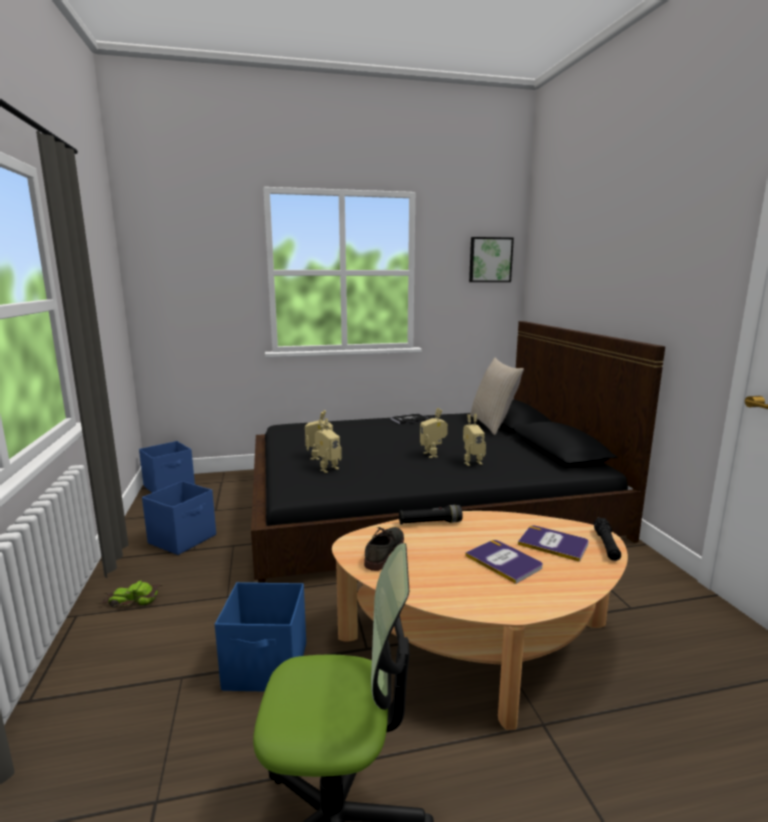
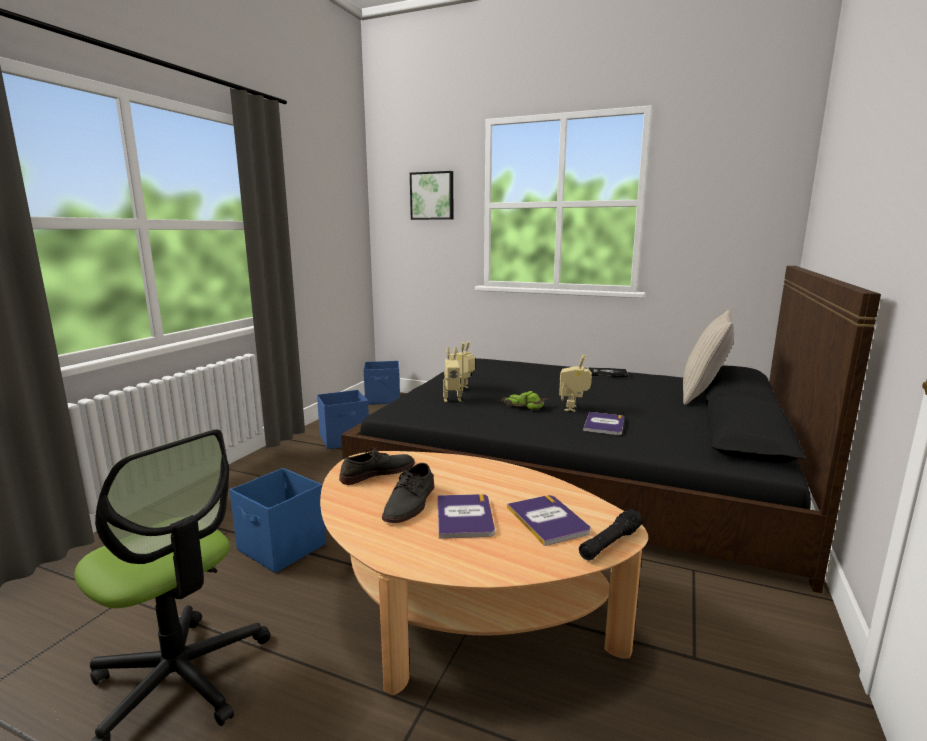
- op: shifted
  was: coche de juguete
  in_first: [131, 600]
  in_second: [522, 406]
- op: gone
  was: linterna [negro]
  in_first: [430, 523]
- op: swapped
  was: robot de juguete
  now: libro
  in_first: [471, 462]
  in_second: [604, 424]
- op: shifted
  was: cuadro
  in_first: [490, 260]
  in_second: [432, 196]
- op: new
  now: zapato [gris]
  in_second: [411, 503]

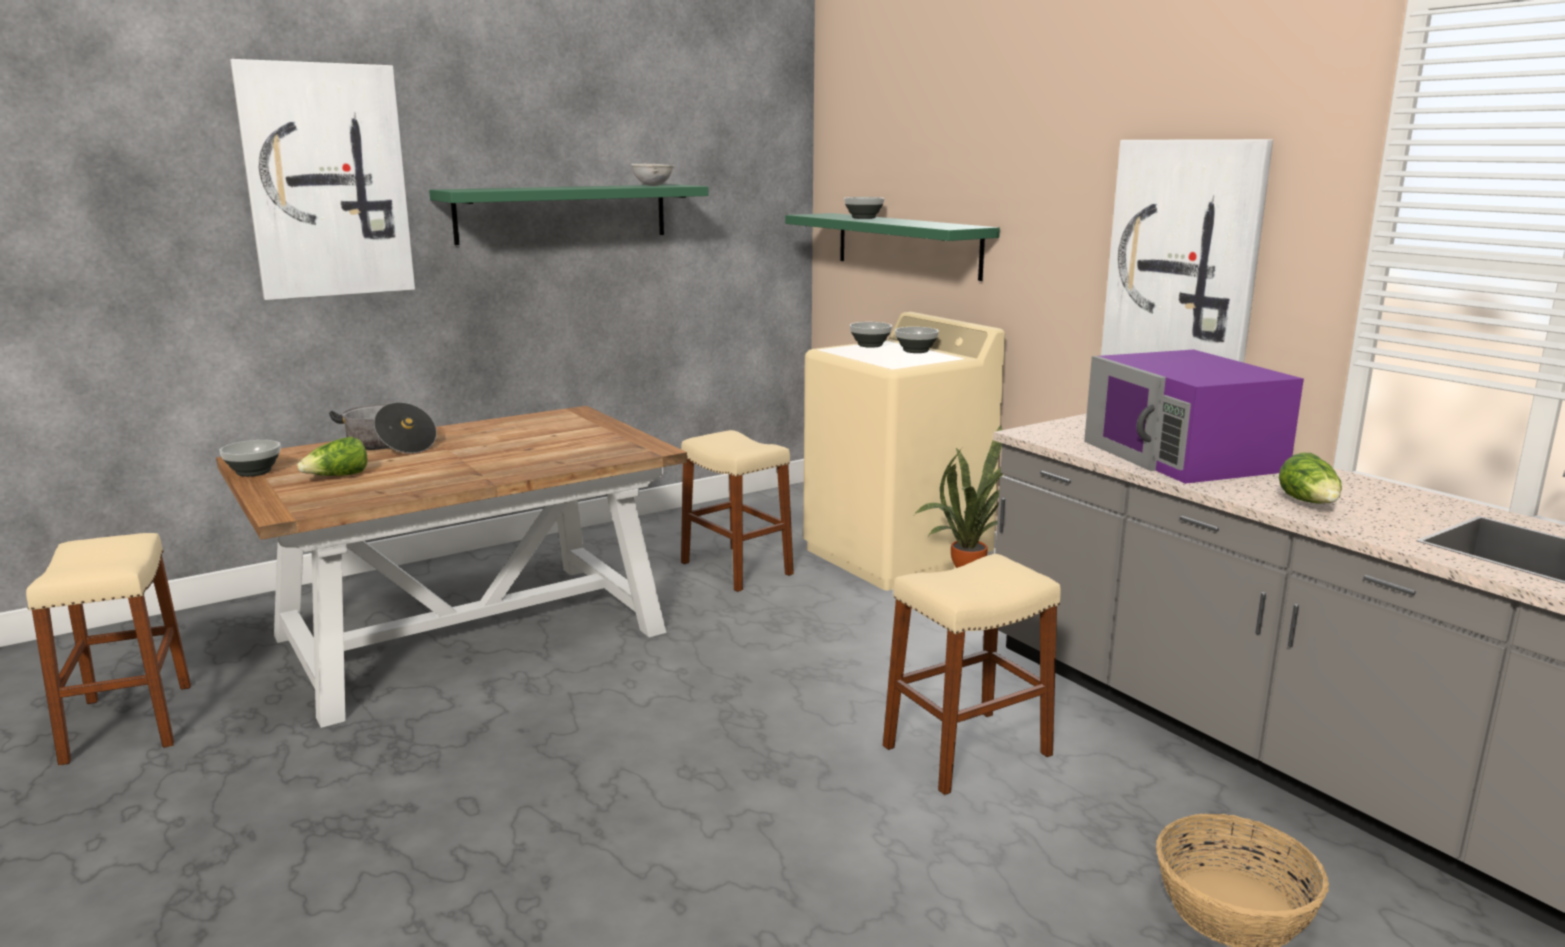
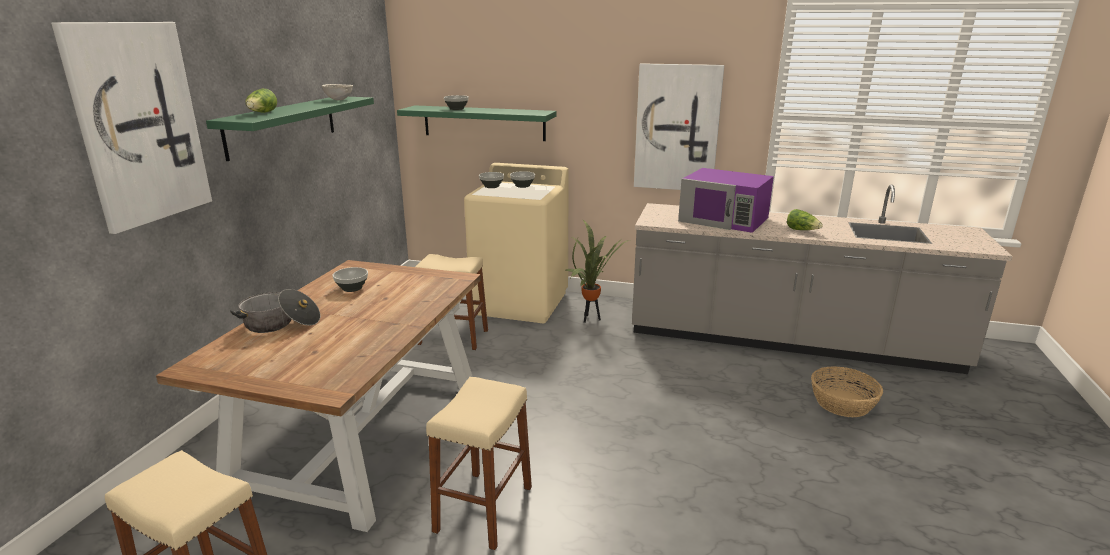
- op: shifted
  was: cuenco
  in_first: [254, 472]
  in_second: [352, 288]
- op: shifted
  was: lechuga
  in_first: [337, 477]
  in_second: [262, 113]
- op: shifted
  was: taburete [beis]
  in_first: [967, 751]
  in_second: [484, 509]

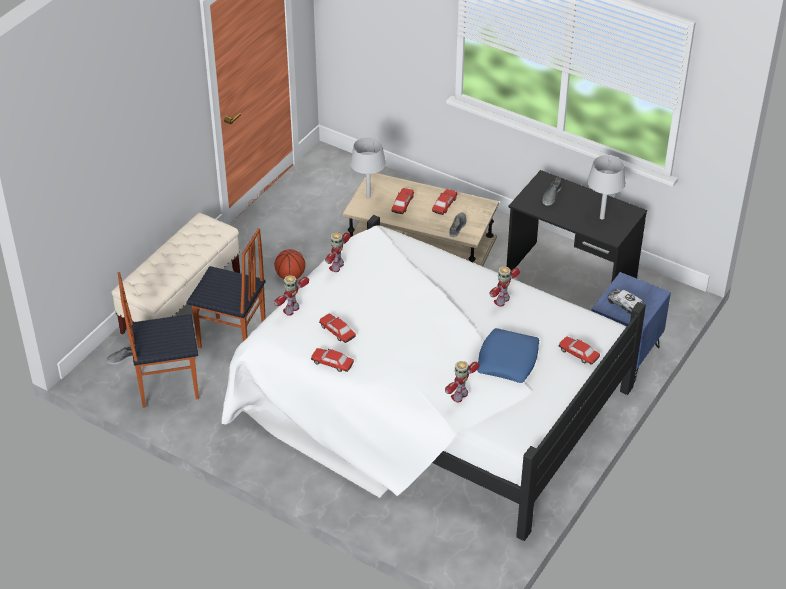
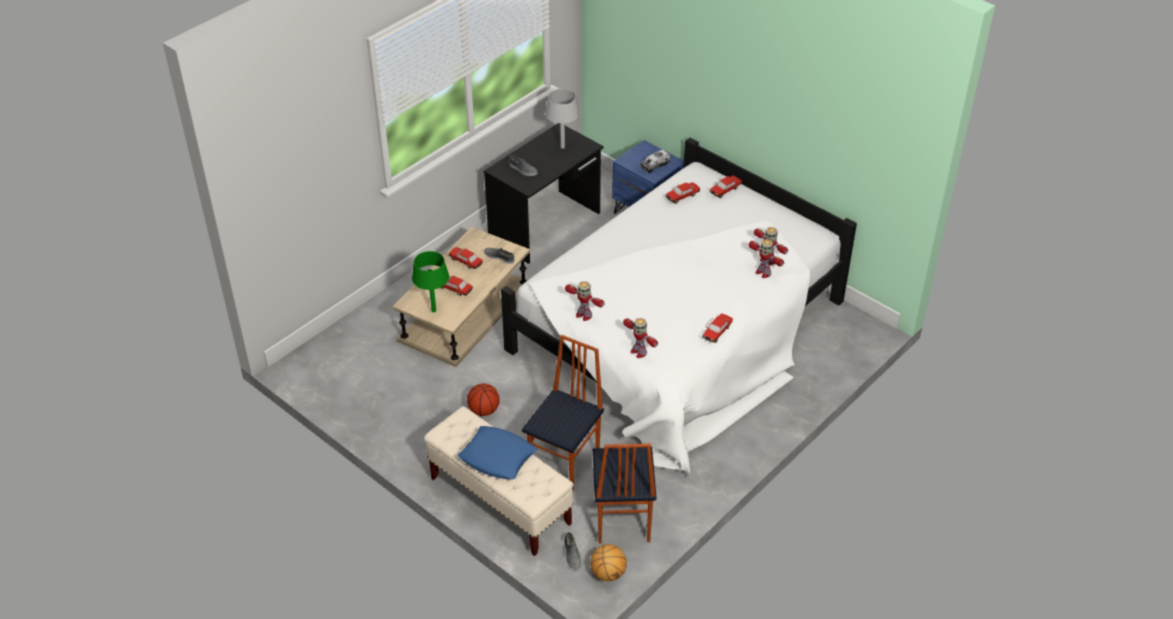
- op: shifted
  was: coche de juguete
  in_first: [337, 332]
  in_second: [682, 196]
- op: repainted
  was: lámpara de mesa [gris]
  now: lámpara de mesa [verde]
  in_first: [368, 197]
  in_second: [434, 310]
- op: shifted
  was: cojín [azul]
  in_first: [508, 360]
  in_second: [497, 457]
- op: shifted
  was: robot de juguete
  in_first: [502, 300]
  in_second: [763, 272]
- op: new
  now: balón de baloncesto
  in_second: [608, 573]

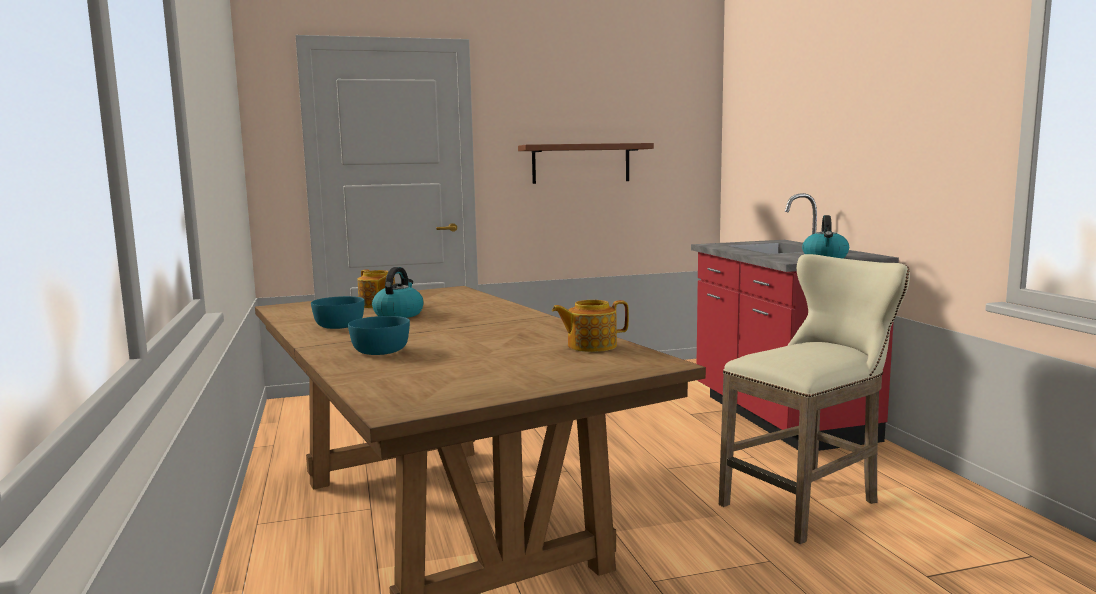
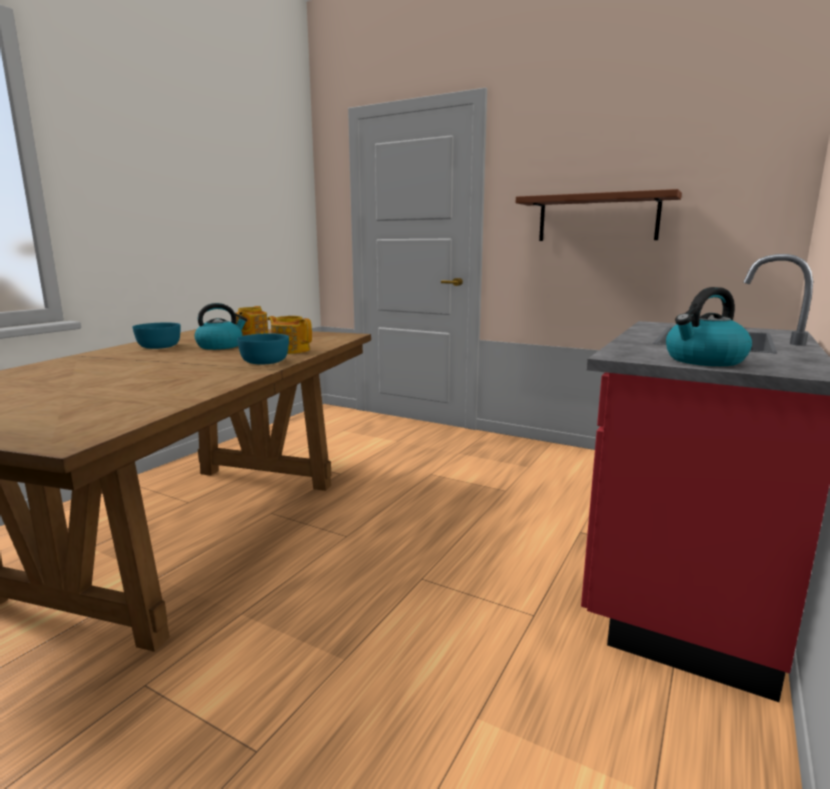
- op: shifted
  was: cuenco [turquesa]
  in_first: [379, 351]
  in_second: [264, 361]
- op: shifted
  was: tetera
  in_first: [590, 346]
  in_second: [290, 350]
- op: gone
  was: taburete [beis]
  in_first: [809, 503]

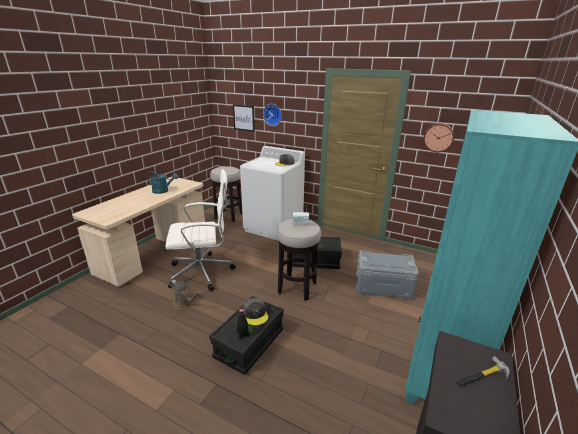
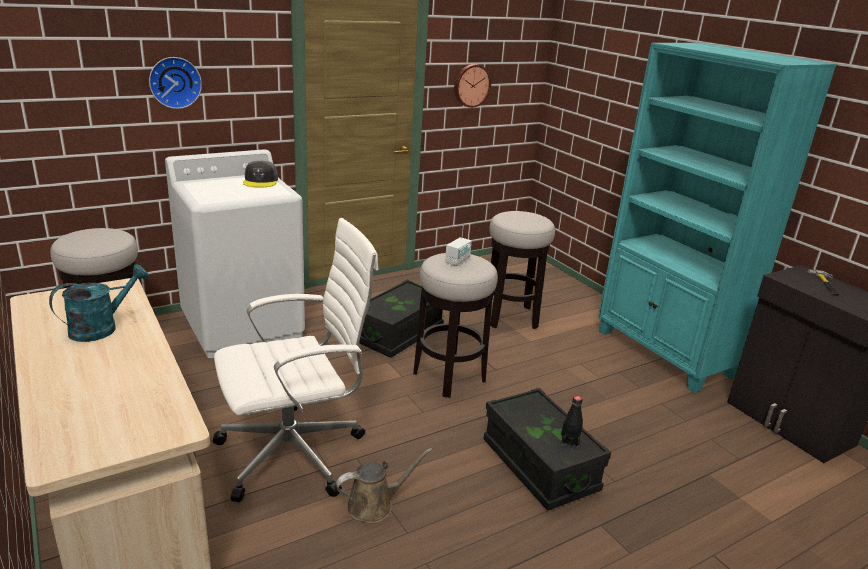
- op: rotated
  was: silla de oficina [blanco]
  in_first: [203, 272]
  in_second: [295, 453]
  clockwise: 45
- op: gone
  was: cuadro
  in_first: [244, 118]
- op: gone
  was: gorra [gris]
  in_first: [255, 314]
- op: swapped
  was: caja de almacenaje [gris]
  now: taburete
  in_first: [383, 287]
  in_second: [511, 317]

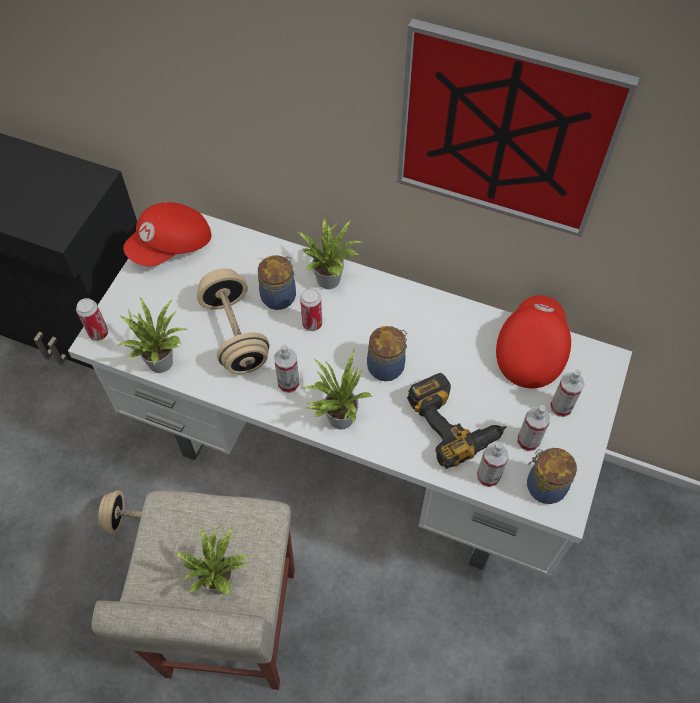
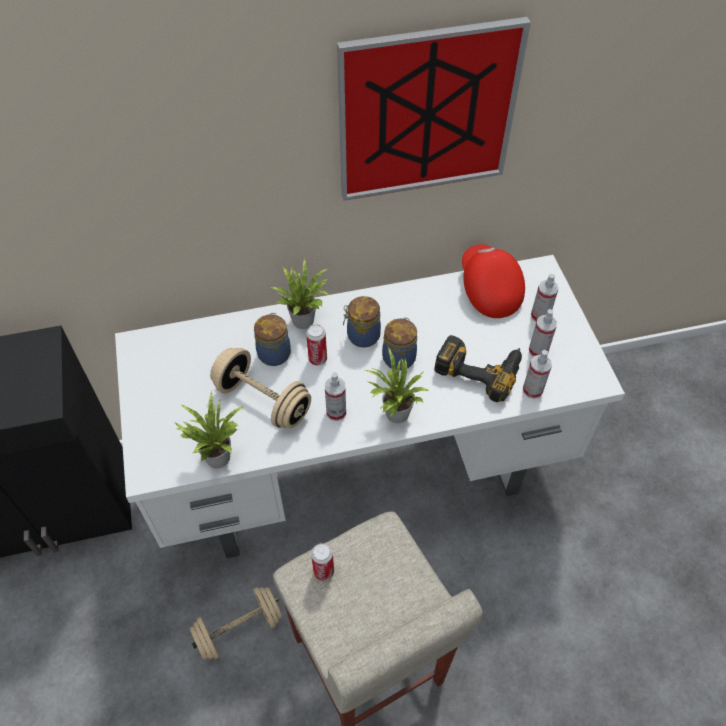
- op: shifted
  was: lata
  in_first: [98, 333]
  in_second: [323, 571]
- op: gone
  was: gorra [rojo]
  in_first: [172, 246]
- op: gone
  was: planta en maceta
  in_first: [221, 578]
- op: shifted
  was: tarro
  in_first: [544, 485]
  in_second: [362, 336]

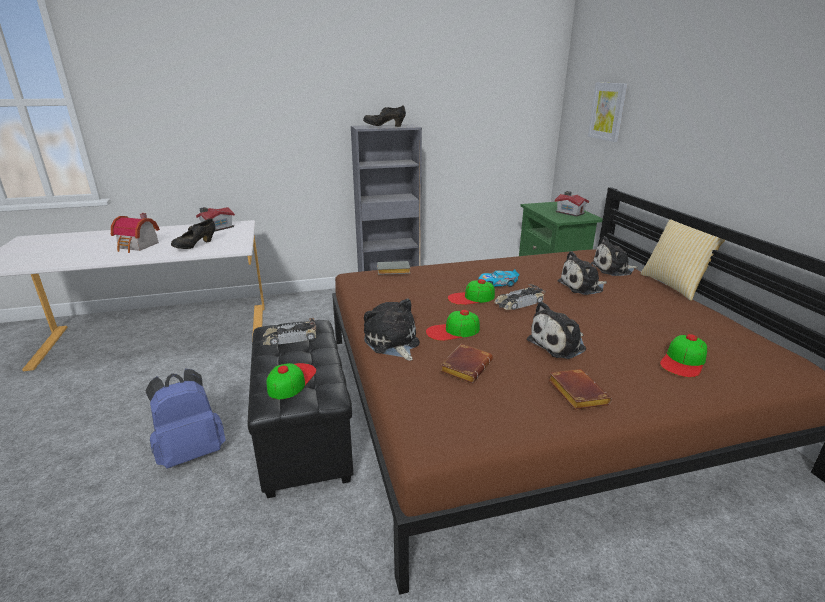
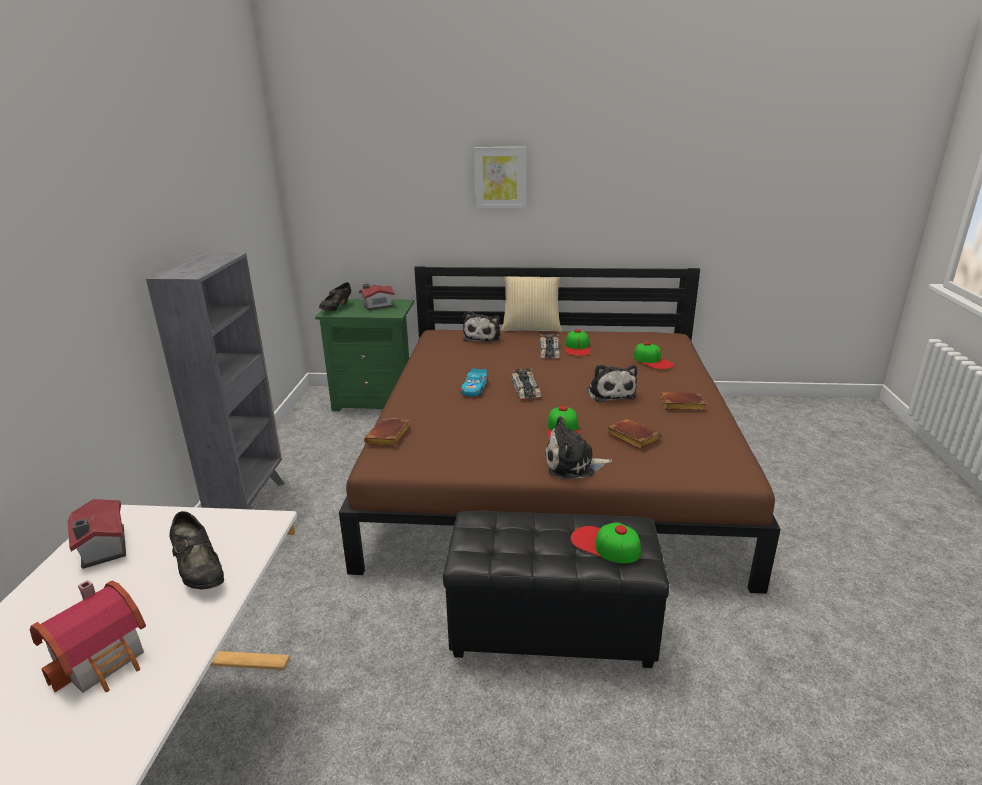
- op: gone
  was: mochila [azul]
  in_first: [192, 452]
- op: shifted
  was: coche de juguete
  in_first: [290, 337]
  in_second: [549, 351]
- op: shifted
  was: zapato [negro]
  in_first: [384, 126]
  in_second: [336, 308]
- op: repainted
  was: libro [gris]
  now: libro [marrón]
  in_first: [392, 271]
  in_second: [389, 437]
- op: shifted
  was: gorra
  in_first: [471, 297]
  in_second: [577, 347]
- op: gone
  was: peluche
  in_first: [582, 286]
- op: shifted
  was: cuadro
  in_first: [608, 111]
  in_second: [500, 177]

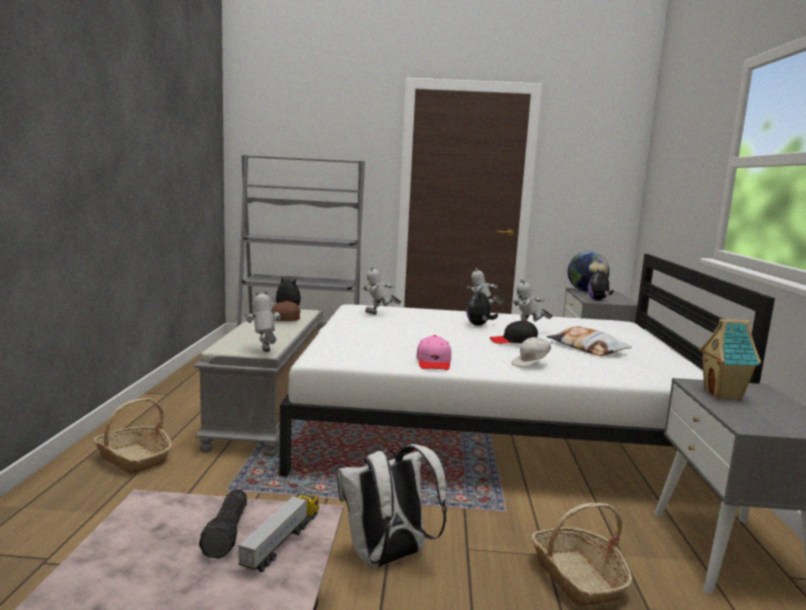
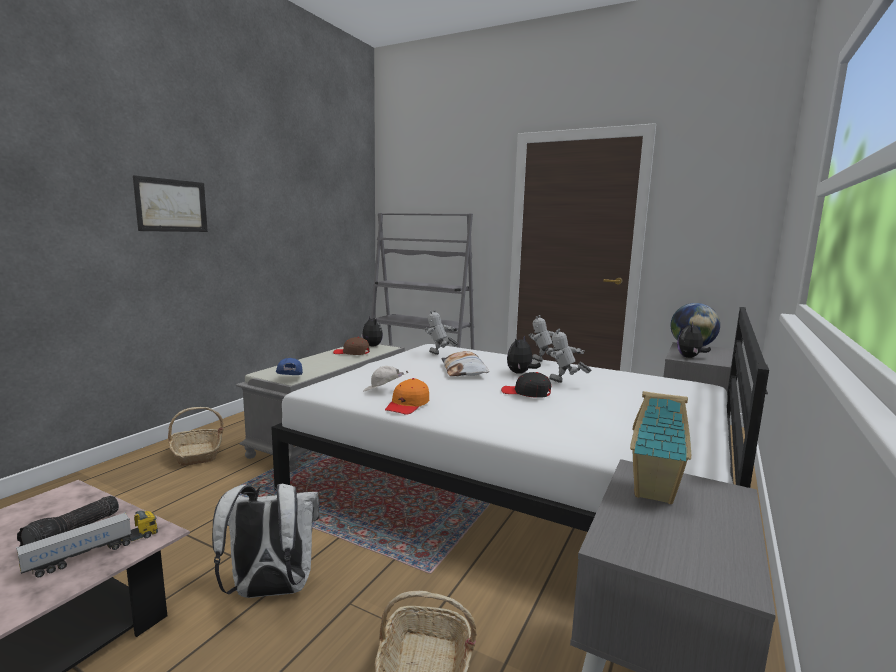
- op: swapped
  was: robot de juguete
  now: gorra [azul]
  in_first: [264, 353]
  in_second: [289, 380]
- op: repainted
  was: gorra [rosa]
  now: gorra [naranja]
  in_first: [434, 362]
  in_second: [407, 405]
- op: shifted
  was: gorra [blanco]
  in_first: [531, 364]
  in_second: [382, 391]
- op: shifted
  was: cojín
  in_first: [587, 348]
  in_second: [464, 370]
- op: new
  now: cuadro
  in_second: [172, 205]

